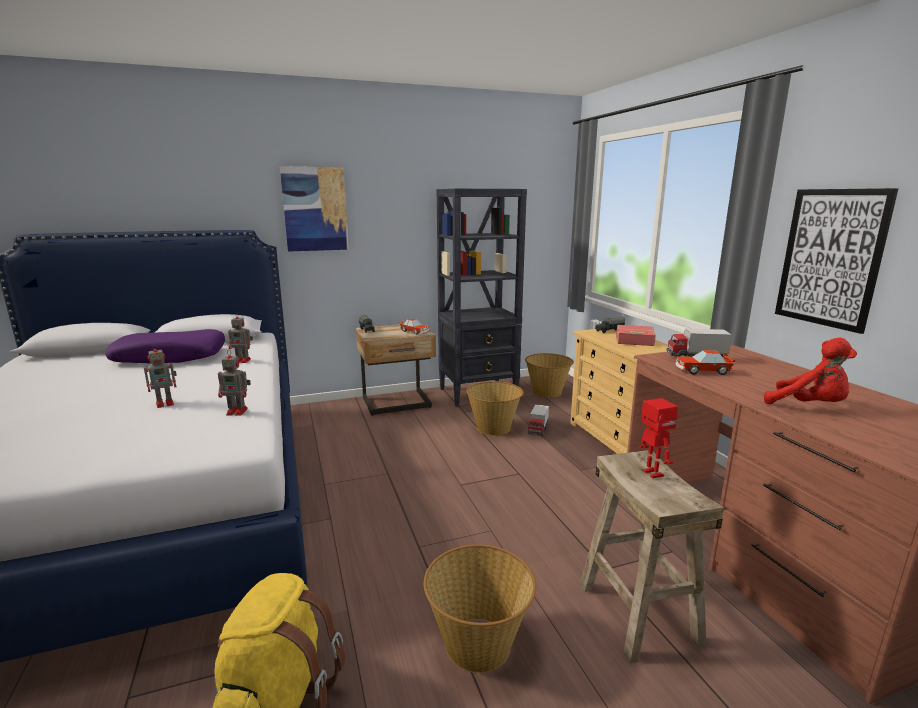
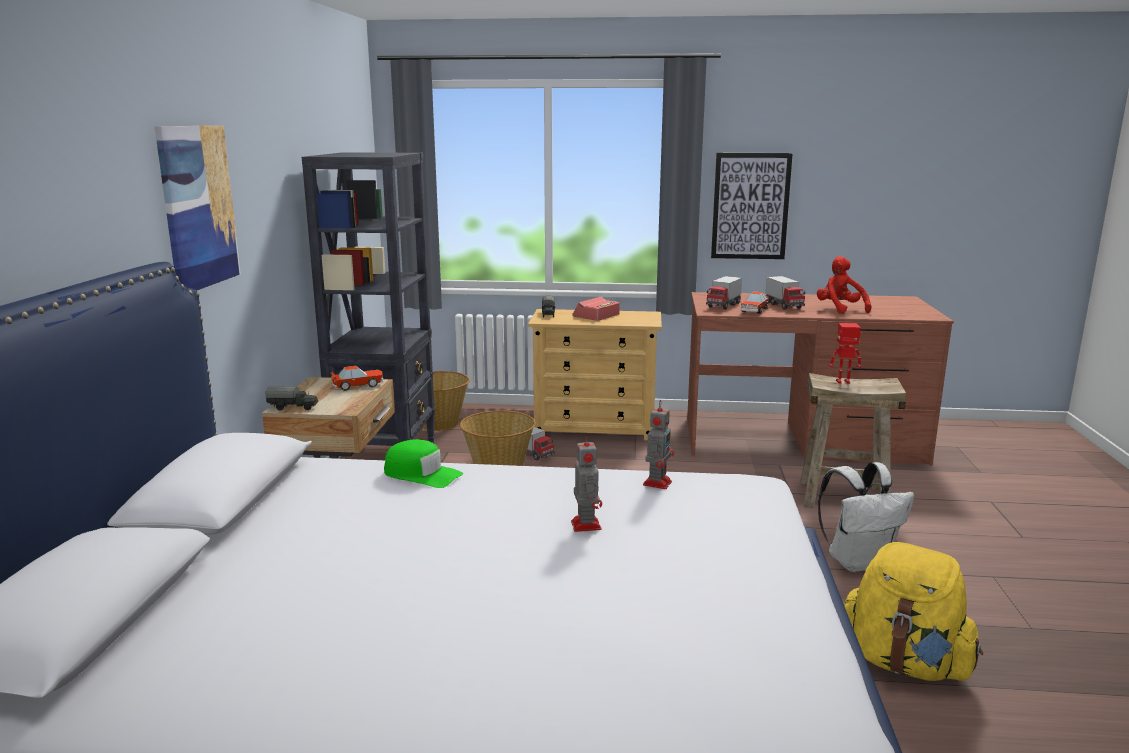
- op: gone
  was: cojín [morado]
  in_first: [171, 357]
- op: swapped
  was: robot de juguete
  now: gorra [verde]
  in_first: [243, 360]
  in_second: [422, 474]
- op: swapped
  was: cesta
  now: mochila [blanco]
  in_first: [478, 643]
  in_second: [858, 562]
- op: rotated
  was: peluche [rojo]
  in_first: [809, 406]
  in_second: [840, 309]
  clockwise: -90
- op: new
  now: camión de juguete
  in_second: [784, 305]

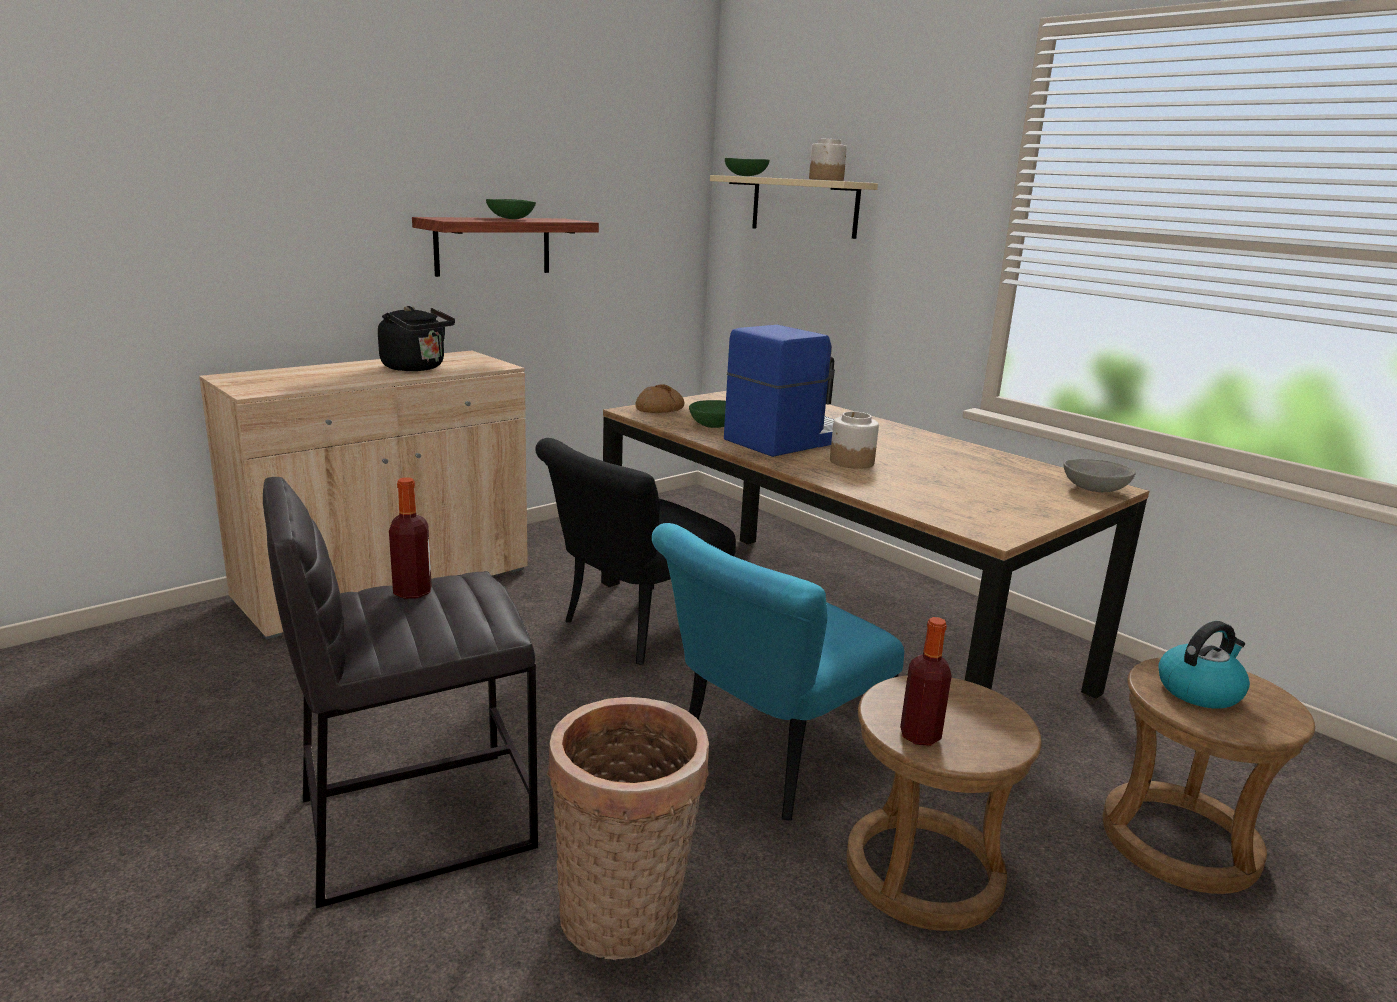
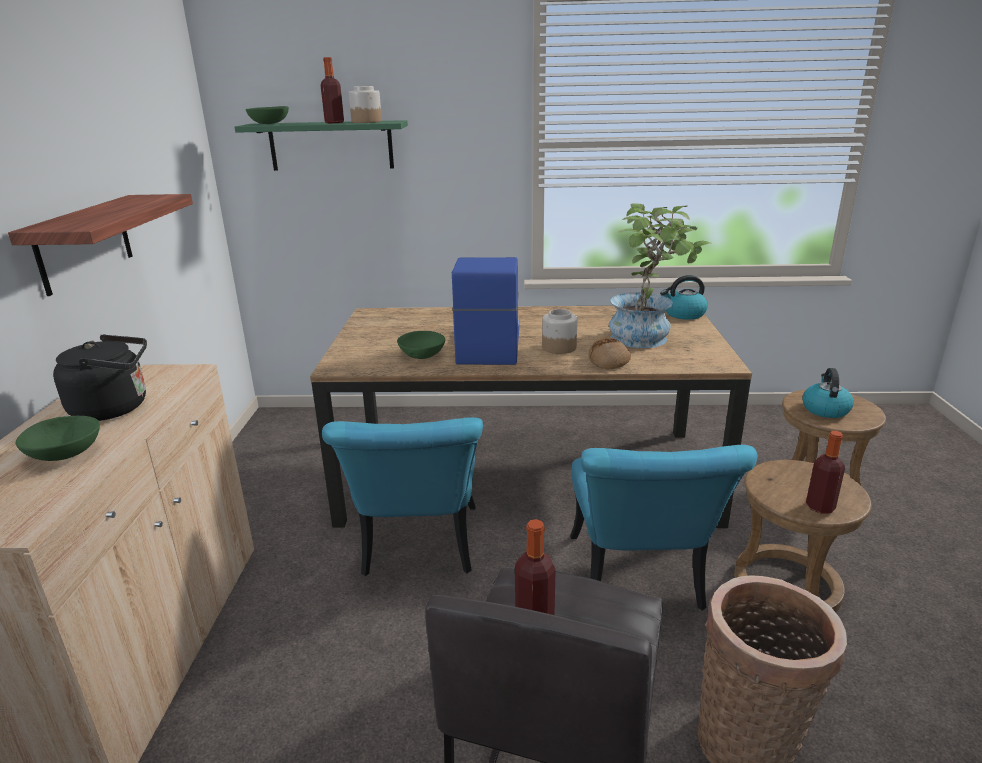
- op: shifted
  was: cuenco [verde]
  in_first: [510, 219]
  in_second: [64, 454]
- op: repainted
  was: silla [negro]
  now: silla [turquesa]
  in_first: [633, 630]
  in_second: [419, 550]
- op: shifted
  was: pan
  in_first: [659, 409]
  in_second: [609, 361]
- op: repainted
  was: estante [beis]
  now: estante [verde]
  in_first: [804, 206]
  in_second: [331, 145]
- op: swapped
  was: cuenco [gris]
  now: hervidor
  in_first: [1095, 490]
  in_second: [683, 314]
- op: new
  now: botella
  in_second: [334, 122]
- op: new
  now: planta en maceta
  in_second: [648, 339]

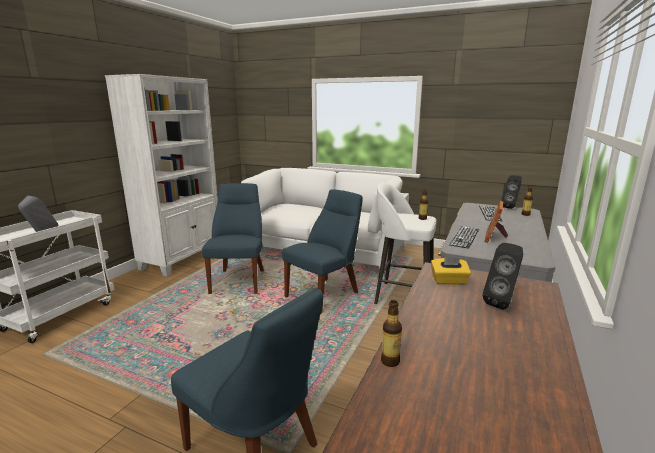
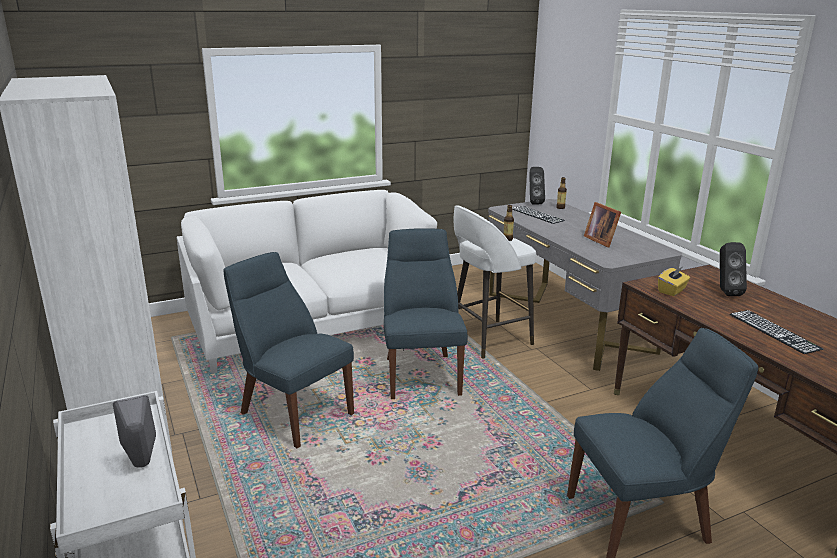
- op: gone
  was: botella
  in_first: [390, 361]
- op: shifted
  was: teclado
  in_first: [465, 237]
  in_second: [774, 331]

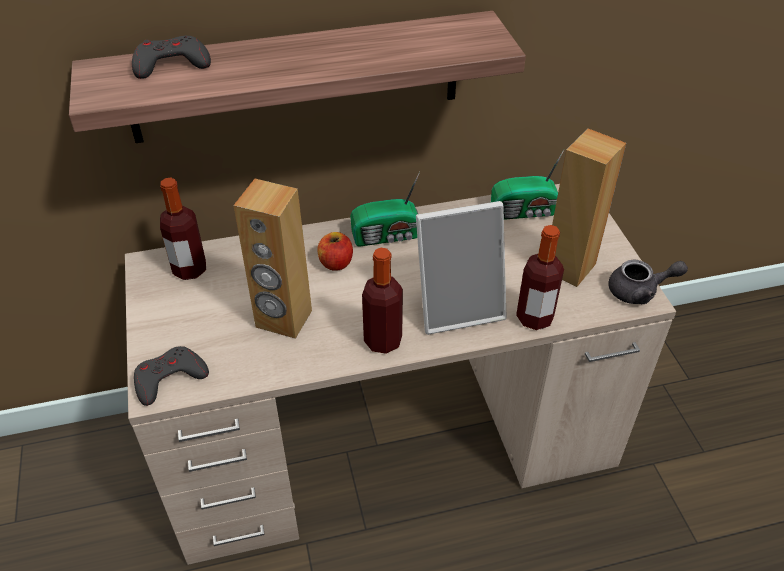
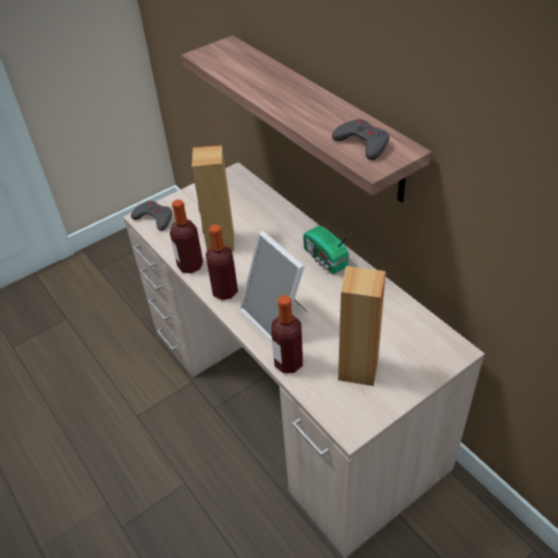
- op: shifted
  was: mando de consola [gris]
  in_first: [171, 64]
  in_second: [362, 143]
- op: shifted
  was: botella
  in_first: [189, 269]
  in_second: [190, 265]
- op: gone
  was: manzana
  in_first: [336, 263]
- op: gone
  was: radio
  in_first: [525, 212]
- op: gone
  was: tetera [gris]
  in_first: [639, 291]

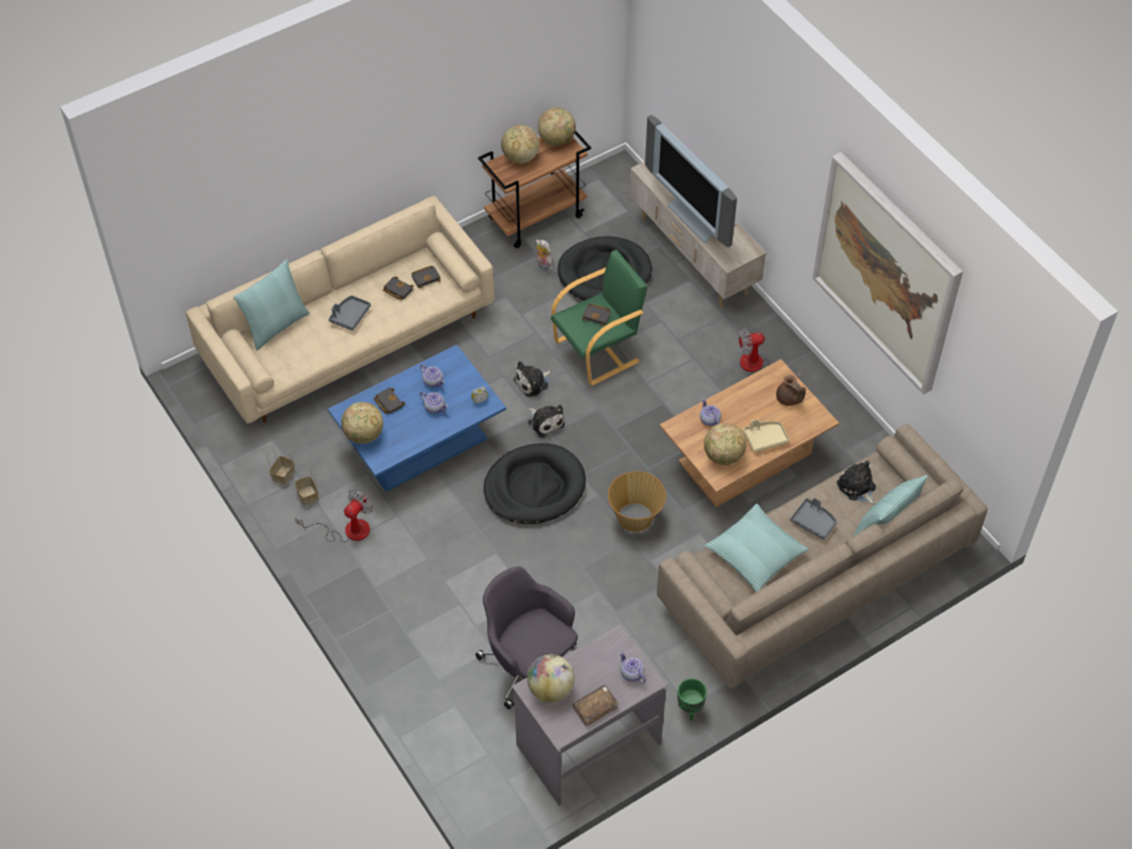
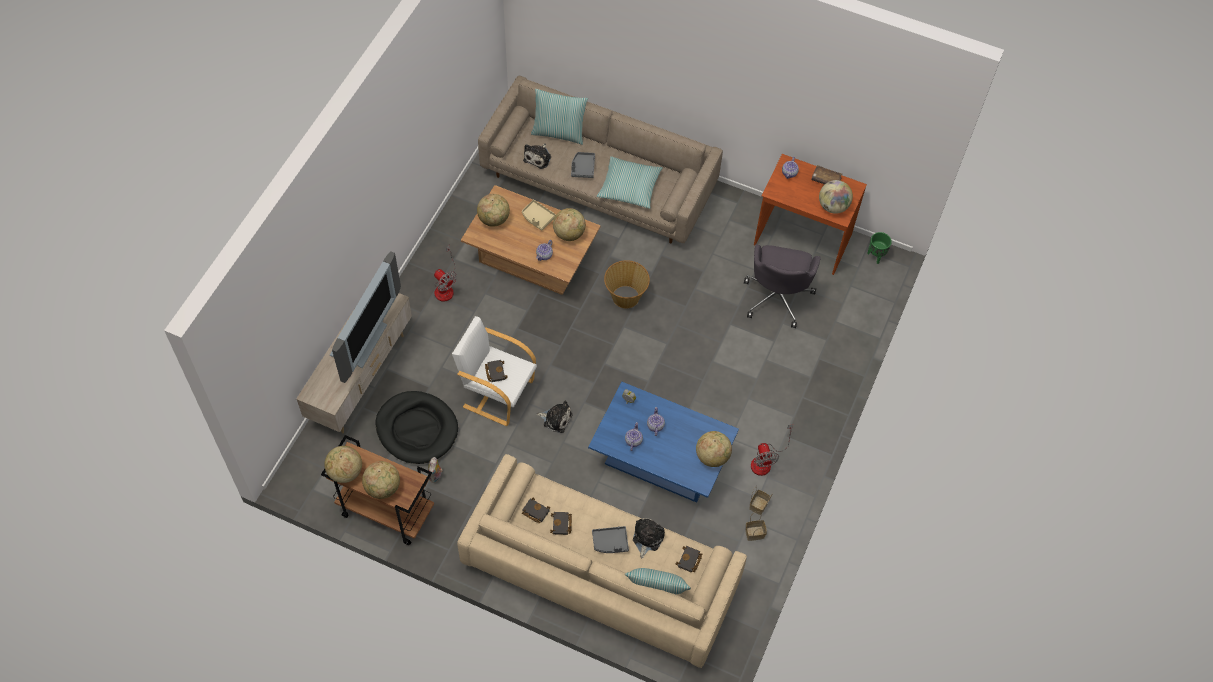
- op: rotated
  was: ventilador
  in_first: [347, 530]
  in_second: [765, 461]
  clockwise: -105
- op: shifted
  was: libro [negro]
  in_first: [388, 402]
  in_second: [689, 561]
- op: gone
  was: cama para perro [negro]
  in_first: [534, 487]
- op: repainted
  was: escritorio [gris]
  now: escritorio [marrón]
  in_first: [588, 743]
  in_second: [802, 240]
- op: shifted
  was: peluche
  in_first: [545, 422]
  in_second: [647, 538]
- op: repainted
  was: sillón [verde]
  now: sillón [blanco]
  in_first: [598, 351]
  in_second: [497, 392]
- op: shifted
  was: maceta [verde]
  in_first: [690, 709]
  in_second: [876, 256]
- op: swapped
  was: tetera [marrón]
  now: globo terráqueo
  in_first: [789, 399]
  in_second: [494, 219]
- op: gone
  was: cuadro
  in_first: [887, 272]

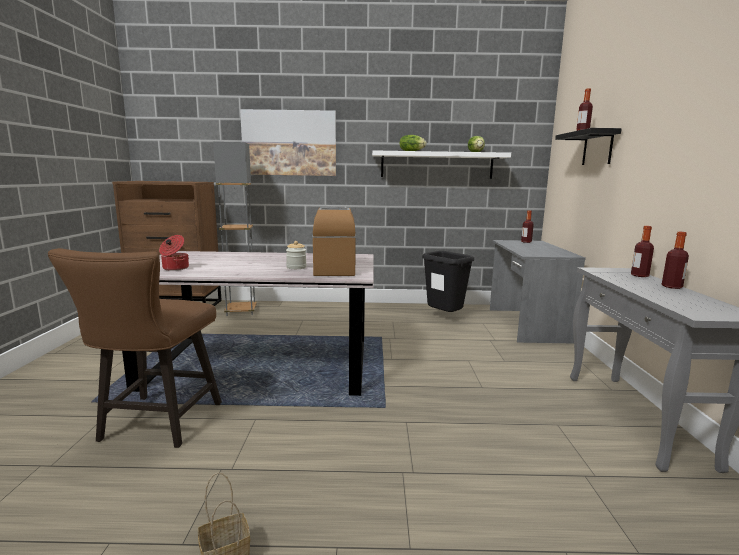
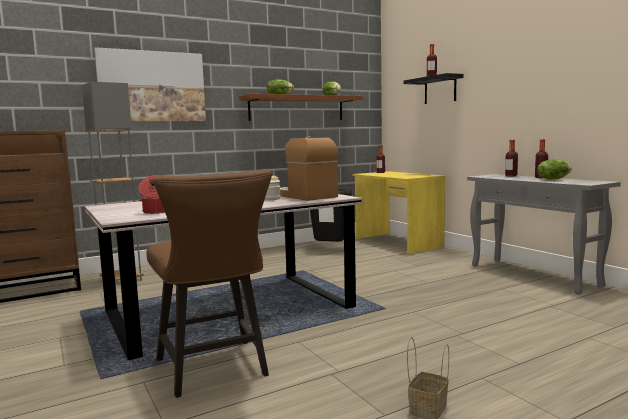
- op: repainted
  was: estante [blanco]
  now: estante [marrón]
  in_first: [436, 165]
  in_second: [297, 108]
- op: repainted
  was: escritorio [gris]
  now: escritorio [amarillo]
  in_first: [526, 325]
  in_second: [397, 243]
- op: new
  now: lechuga
  in_second: [553, 179]

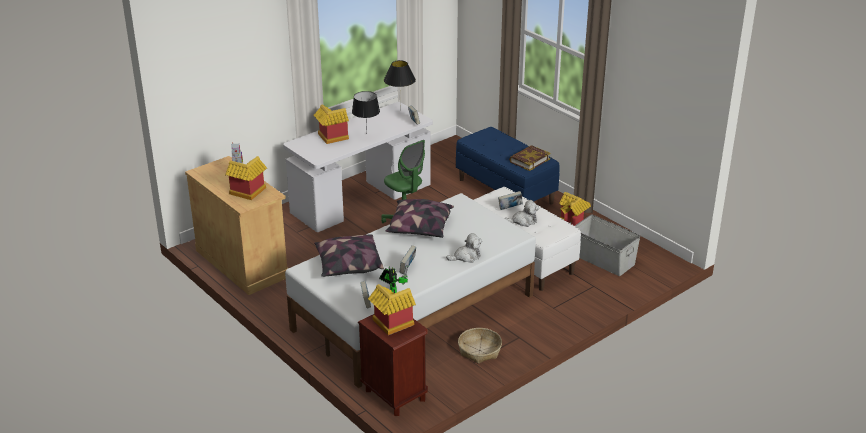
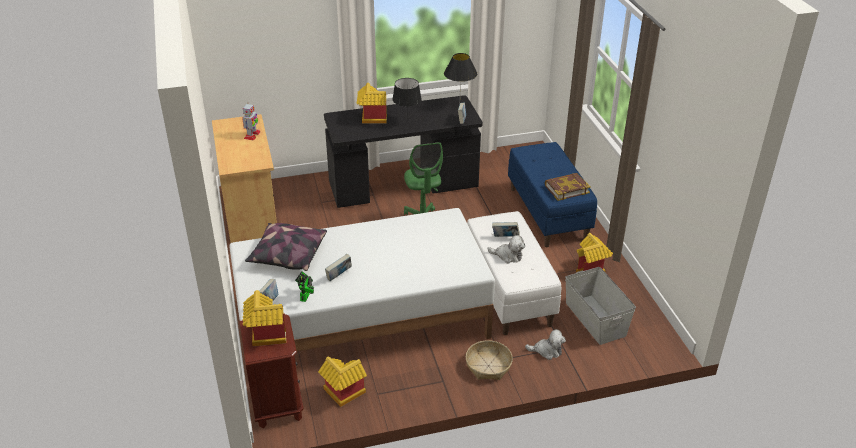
- op: shifted
  was: casita
  in_first: [247, 193]
  in_second: [342, 394]
- op: repainted
  was: escritorio [blanco]
  now: escritorio [negro]
  in_first: [361, 199]
  in_second: [403, 185]
- op: gone
  was: cojín
  in_first: [420, 228]
- op: shifted
  was: peluche
  in_first: [466, 257]
  in_second: [547, 351]
- op: shifted
  was: cesta
  in_first: [479, 350]
  in_second: [488, 366]

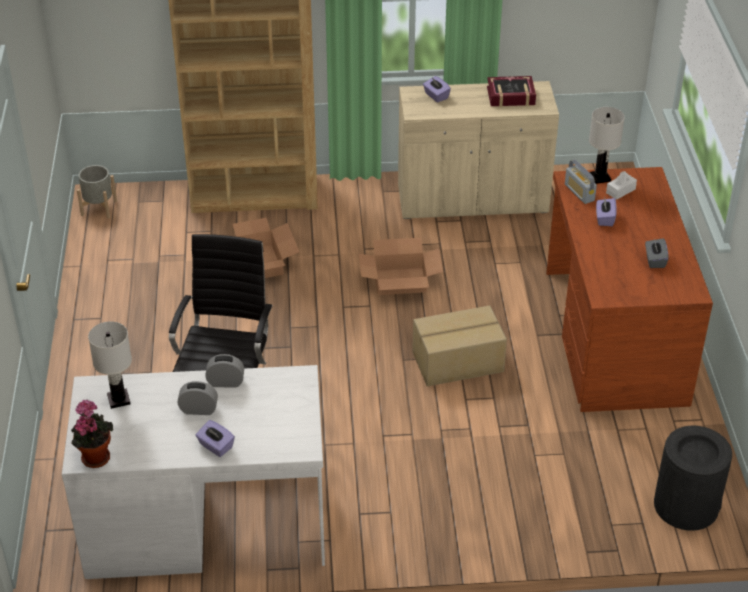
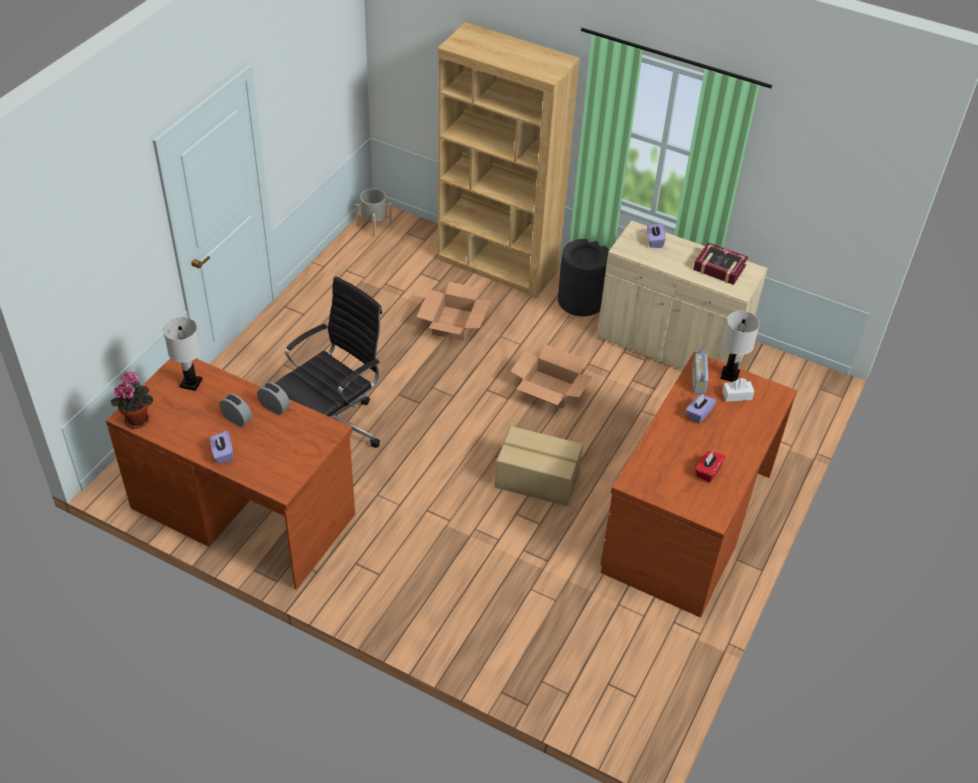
- op: repainted
  was: escritorio [blanco]
  now: escritorio [marrón]
  in_first: [205, 522]
  in_second: [243, 509]
- op: repainted
  was: caja de pañuelos [gris]
  now: caja de pañuelos [rojo]
  in_first: [654, 260]
  in_second: [707, 471]
- op: shifted
  was: papelera [negro]
  in_first: [686, 505]
  in_second: [581, 300]

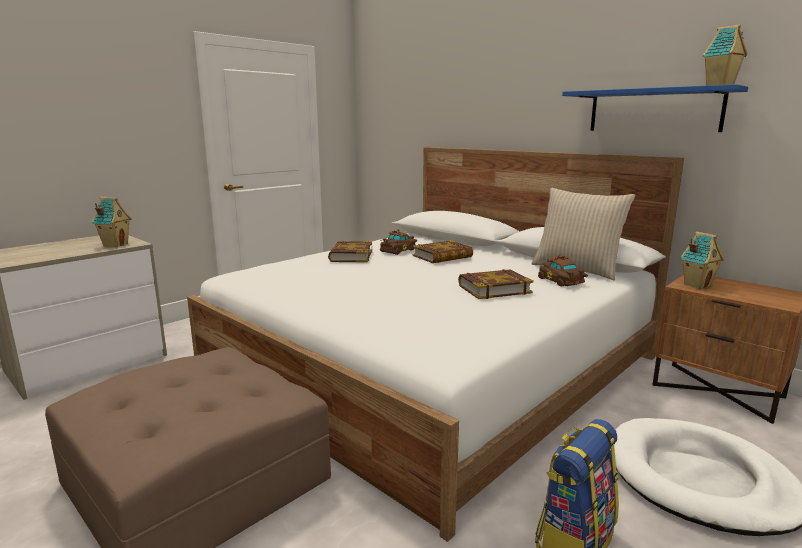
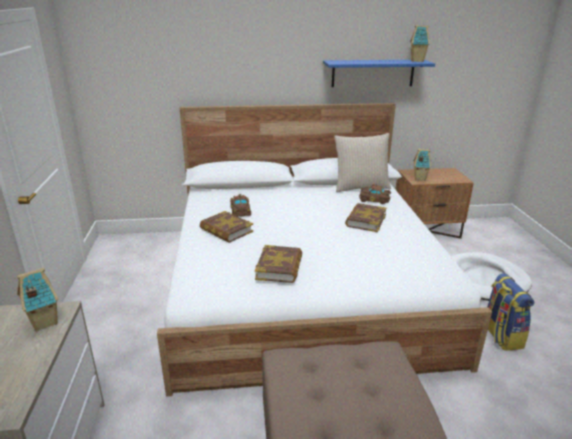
- op: shifted
  was: libro
  in_first: [442, 256]
  in_second: [279, 268]

